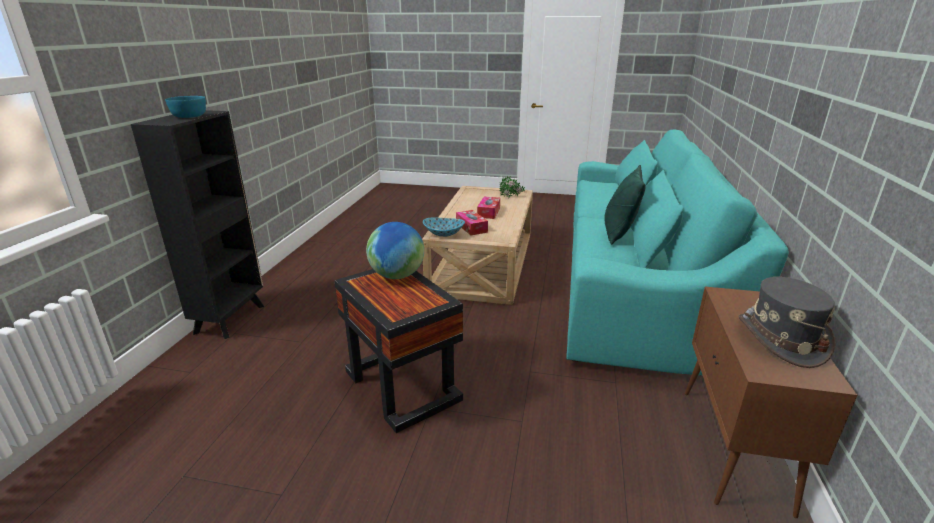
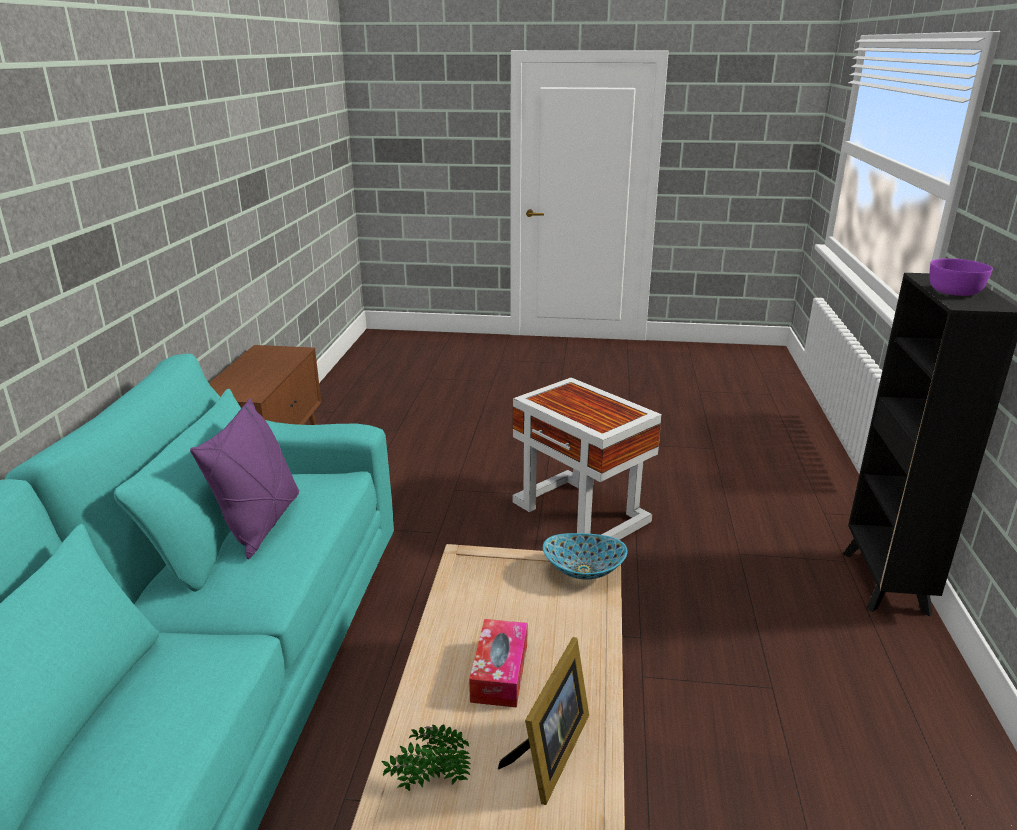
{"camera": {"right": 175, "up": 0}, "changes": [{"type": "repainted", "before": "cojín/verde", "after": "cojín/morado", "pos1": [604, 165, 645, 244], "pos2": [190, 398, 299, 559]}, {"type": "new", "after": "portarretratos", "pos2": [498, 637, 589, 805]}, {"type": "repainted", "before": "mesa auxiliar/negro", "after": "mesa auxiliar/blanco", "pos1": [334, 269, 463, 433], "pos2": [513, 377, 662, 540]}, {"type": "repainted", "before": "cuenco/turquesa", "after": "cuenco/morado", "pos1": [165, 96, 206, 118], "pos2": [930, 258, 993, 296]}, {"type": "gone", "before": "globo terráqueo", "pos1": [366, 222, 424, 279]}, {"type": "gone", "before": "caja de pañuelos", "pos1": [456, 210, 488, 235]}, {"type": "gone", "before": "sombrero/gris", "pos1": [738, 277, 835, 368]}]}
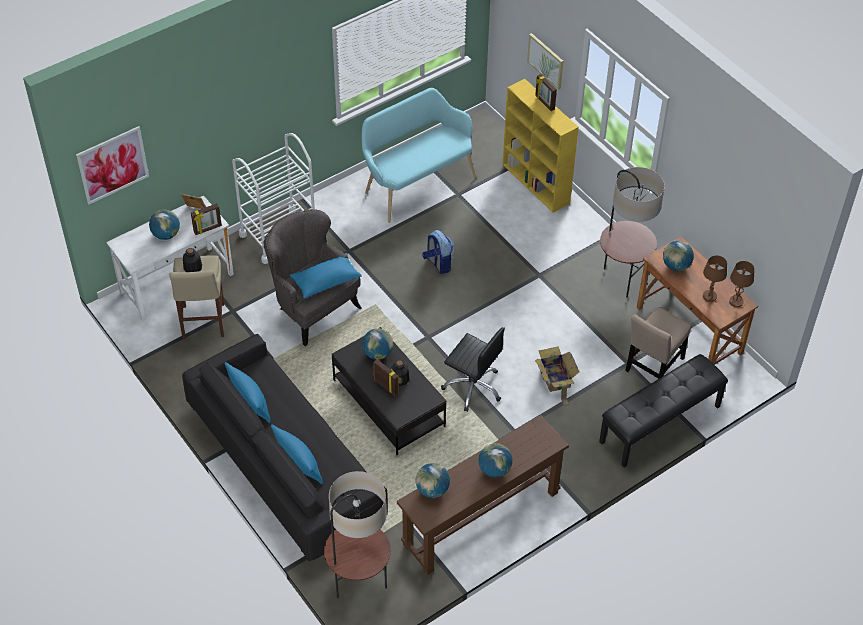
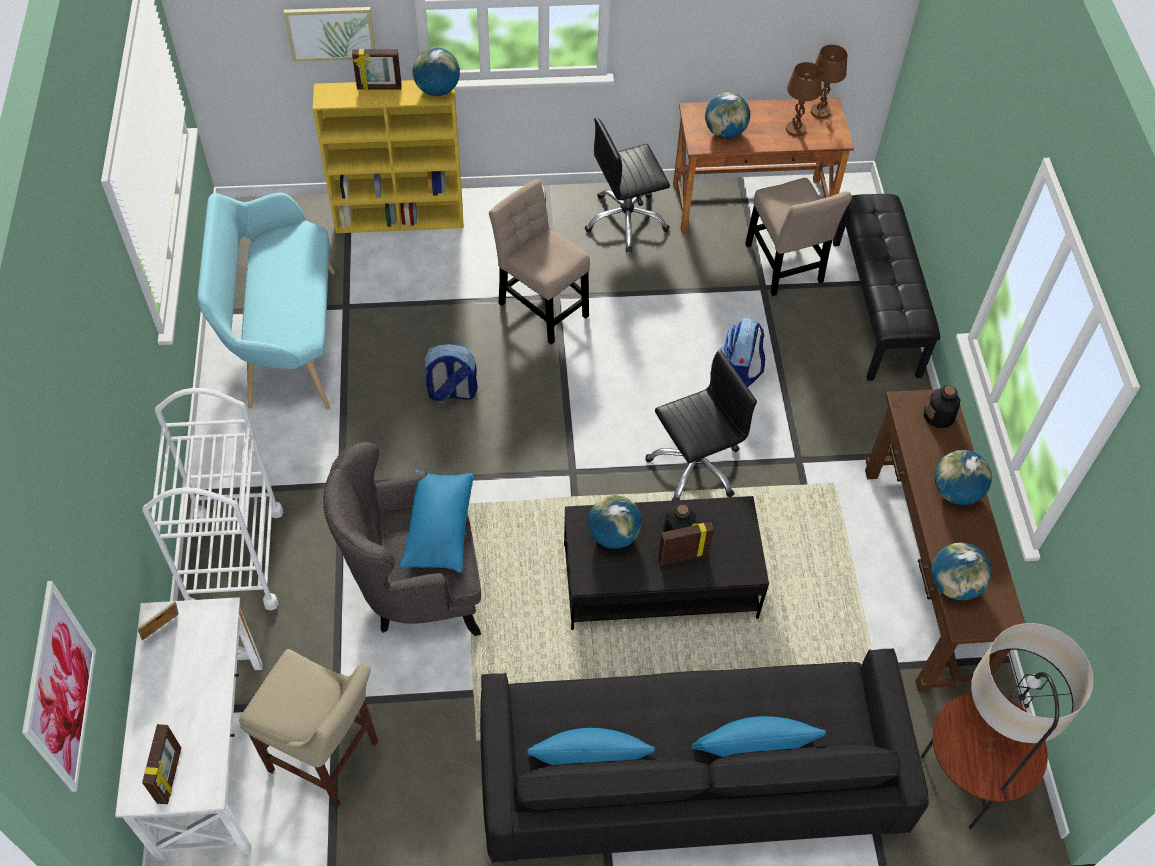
{"camera": {"right": -60, "up": 5}, "changes": [{"type": "shifted", "before": "portarretratos", "pos1": [191, 203, 222, 235], "pos2": [142, 724, 181, 804]}, {"type": "shifted", "before": "globo terráqueo", "pos1": [149, 210, 180, 240], "pos2": [412, 47, 460, 96]}, {"type": "new", "after": "silla/beis", "pos2": [489, 179, 590, 344]}, {"type": "swapped", "before": "lámpara de pie", "after": "silla de oficina/negro", "pos1": [600, 167, 665, 297], "pos2": [585, 118, 670, 252]}, {"type": "swapped", "before": "caja de cartón", "after": "mochila", "pos1": [535, 346, 579, 406], "pos2": [720, 317, 765, 387]}, {"type": "shifted", "before": "botella", "pos1": [183, 248, 202, 272], "pos2": [923, 385, 960, 428]}]}
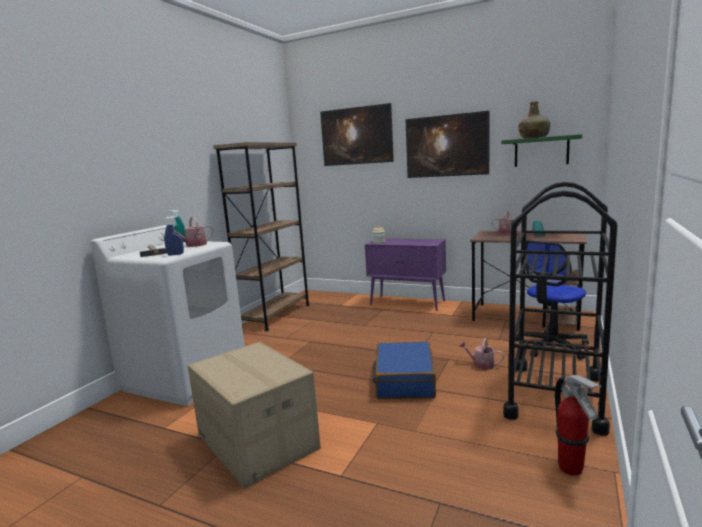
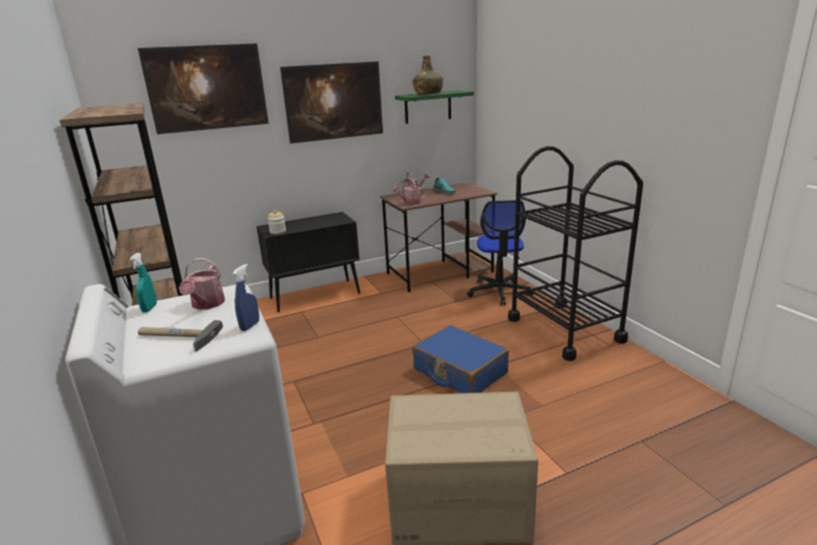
{"camera": {"right": -50, "up": 10}, "changes": [{"type": "repainted", "before": "armario/morado", "after": "armario/negro", "pos1": [365, 238, 446, 311], "pos2": [257, 212, 360, 313]}, {"type": "shifted", "before": "regadera", "pos1": [459, 338, 504, 370], "pos2": [391, 179, 427, 205]}, {"type": "gone", "before": "extintor", "pos1": [555, 375, 602, 476]}]}
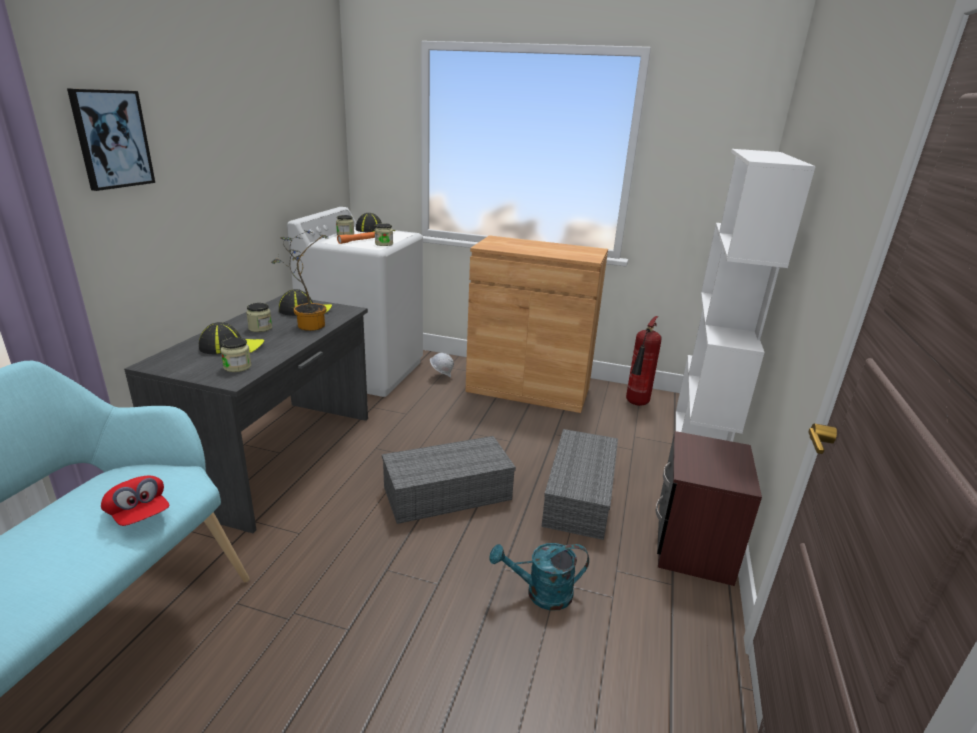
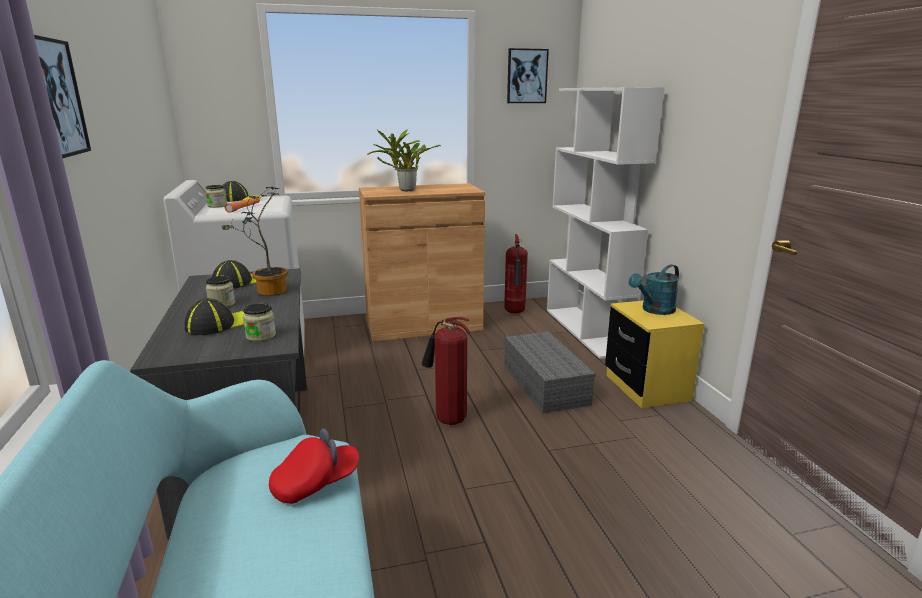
{"camera": {"right": -30, "up": -5}, "changes": [{"type": "rotated", "before": "gorra/rojo", "pos1": [101, 476, 170, 526], "pos2": [269, 428, 359, 504], "turn": -45}, {"type": "new", "after": "planta en maceta", "pos2": [367, 130, 441, 191]}, {"type": "swapped", "before": "caja de almacenaje/gris", "after": "extintor", "pos1": [382, 436, 516, 524], "pos2": [422, 317, 470, 425]}, {"type": "new", "after": "cuadro", "pos2": [507, 48, 549, 103]}, {"type": "repainted", "before": "mesita de noche/marrón", "after": "mesita de noche/amarillo", "pos1": [656, 431, 762, 586], "pos2": [605, 300, 704, 408]}, {"type": "shifted", "before": "regadera/turquesa", "pos1": [489, 543, 589, 610], "pos2": [628, 264, 679, 315]}, {"type": "gone", "before": "tarro", "pos1": [375, 223, 393, 246]}, {"type": "gone", "before": "casco/blanco", "pos1": [430, 353, 454, 378]}]}
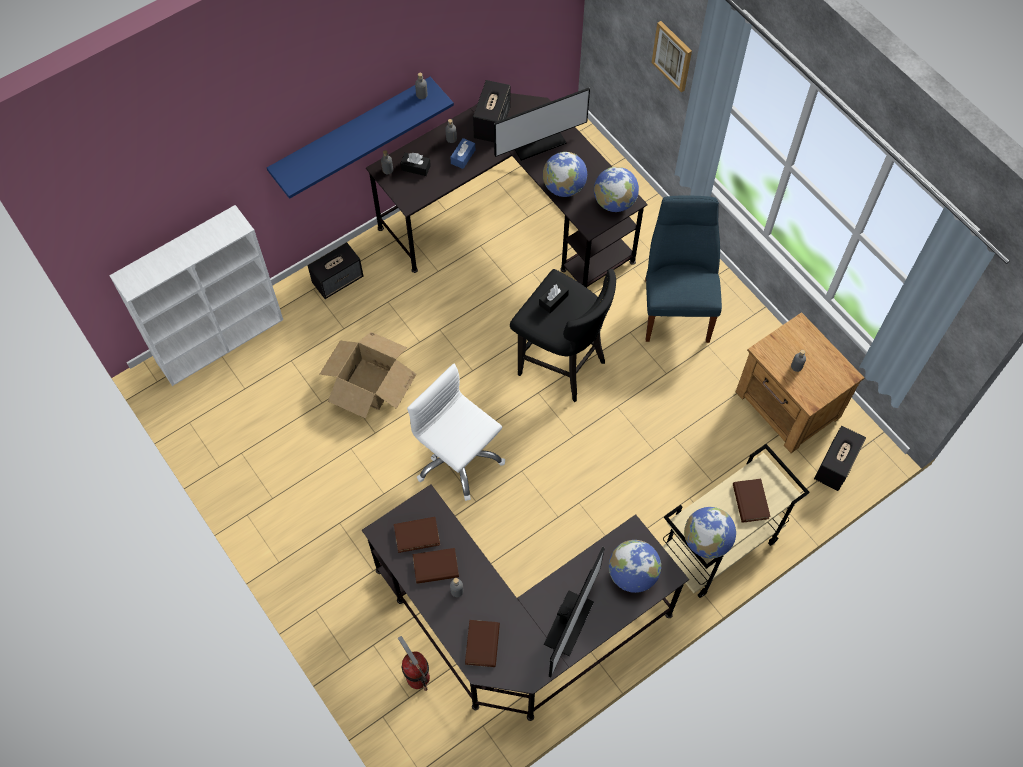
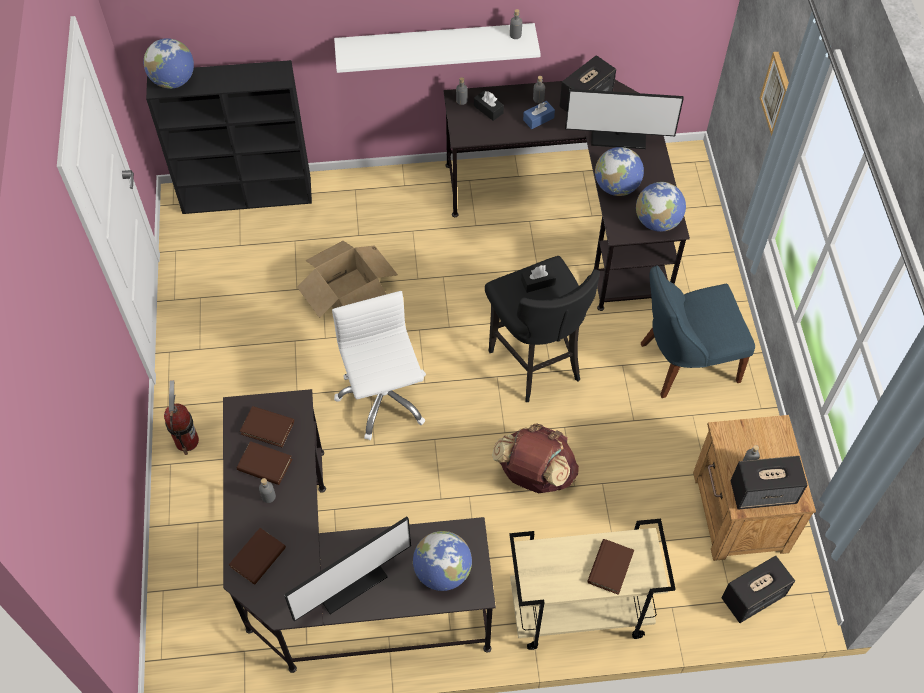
{"camera": {"right": 30, "up": -5}, "changes": [{"type": "shifted", "before": "globo terráqueo", "pos1": [684, 507, 736, 558], "pos2": [144, 38, 194, 89]}, {"type": "repainted", "before": "estantería/blanco", "after": "estantería/negro", "pos1": [109, 205, 283, 386], "pos2": [146, 60, 312, 214]}, {"type": "shifted", "before": "extintor", "pos1": [398, 636, 430, 691], "pos2": [164, 380, 199, 455]}, {"type": "repainted", "before": "estante/azul", "after": "estante/blanco", "pos1": [267, 77, 454, 199], "pos2": [334, 23, 541, 73]}, {"type": "new", "after": "mochila/marrón", "pos2": [492, 423, 579, 493]}, {"type": "rotated", "before": "silla/azul", "pos1": [645, 195, 722, 343], "pos2": [641, 265, 755, 398], "turn": -135}, {"type": "shifted", "before": "altavoz", "pos1": [308, 242, 363, 299], "pos2": [730, 456, 807, 510]}]}
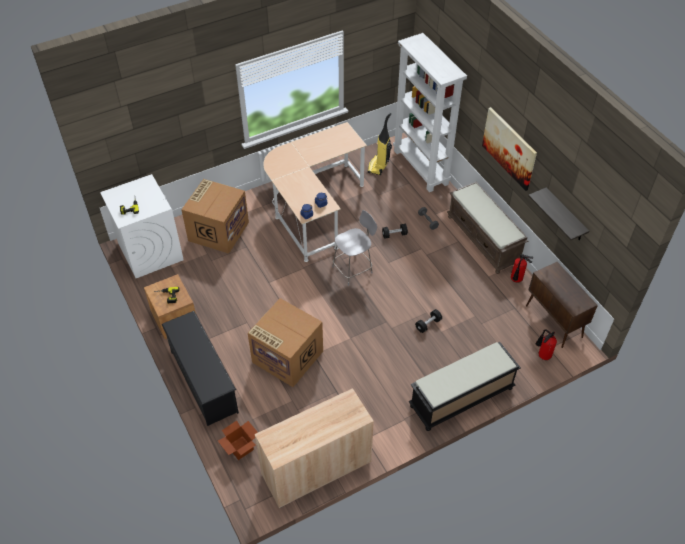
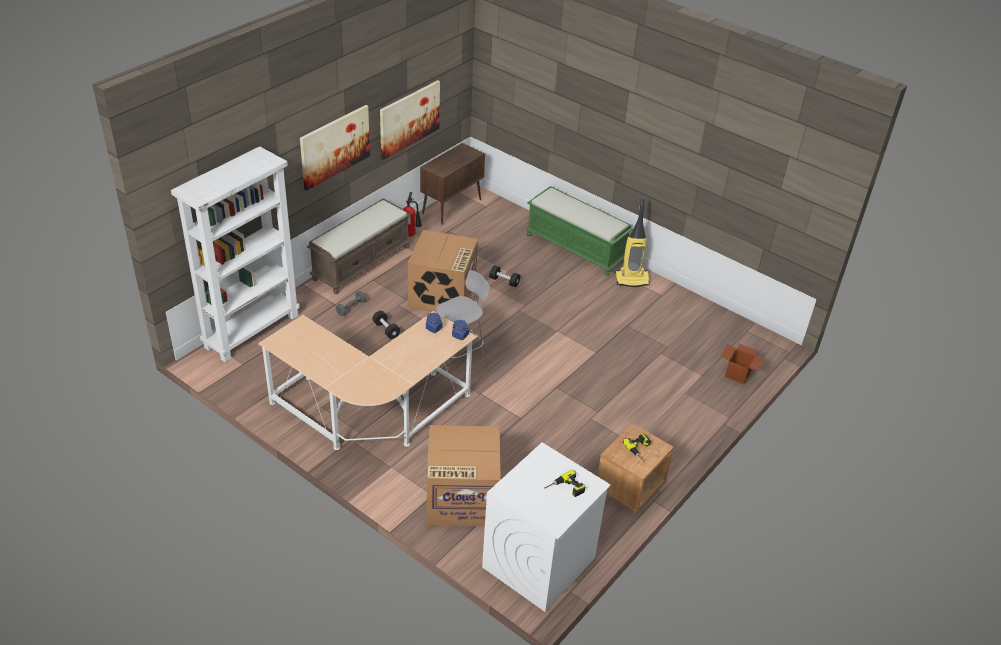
{"camera": {"right": -115, "up": -10}, "changes": [{"type": "swapped", "before": "estante", "after": "cuadro", "pos1": [528, 187, 590, 240], "pos2": [380, 80, 440, 160]}, {"type": "shifted", "before": "caja de cartón", "pos1": [248, 298, 323, 387], "pos2": [408, 230, 478, 313]}, {"type": "rotated", "before": "silla/gris", "pos1": [332, 210, 377, 286], "pos2": [436, 270, 490, 370], "turn": 105}, {"type": "repainted", "before": "banco/negro", "after": "banco/verde", "pos1": [408, 342, 521, 431], "pos2": [525, 186, 633, 276]}, {"type": "shifted", "before": "aspiradora", "pos1": [367, 113, 392, 175], "pos2": [615, 198, 650, 287]}, {"type": "gone", "before": "zapatero/negro", "pos1": [161, 311, 239, 426]}, {"type": "gone", "before": "armario/beis", "pos1": [255, 388, 374, 508]}, {"type": "gone", "before": "extintor", "pos1": [536, 329, 557, 360]}]}
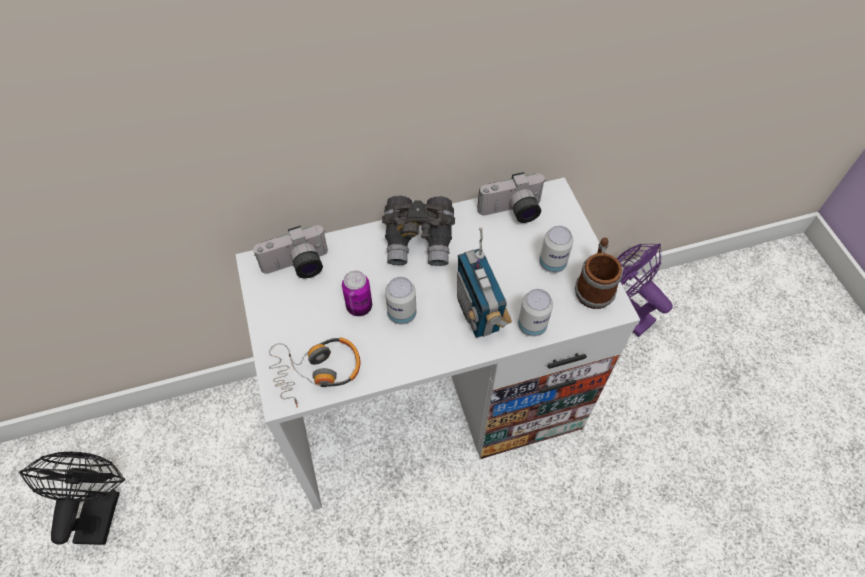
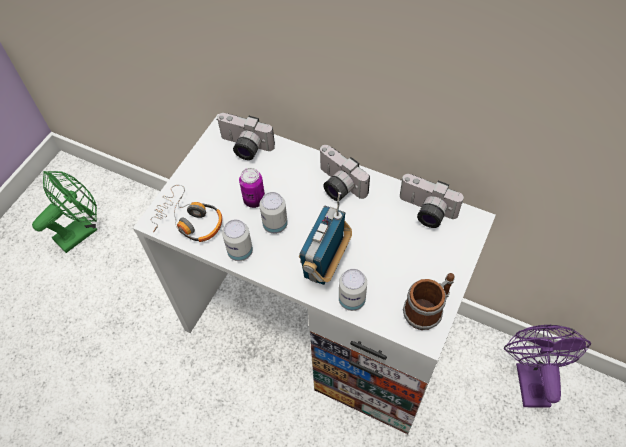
{"camera": {"right": 45, "up": 0}, "changes": [{"type": "repainted", "before": "ventilador/negro", "after": "ventilador/verde", "pos1": [19, 452, 125, 545], "pos2": [32, 171, 97, 253]}, {"type": "shifted", "before": "lata", "pos1": [539, 226, 573, 273], "pos2": [222, 219, 253, 261]}, {"type": "swapped", "before": "prismáticos/gris", "after": "cámara", "pos1": [382, 196, 455, 266], "pos2": [319, 145, 370, 201]}]}
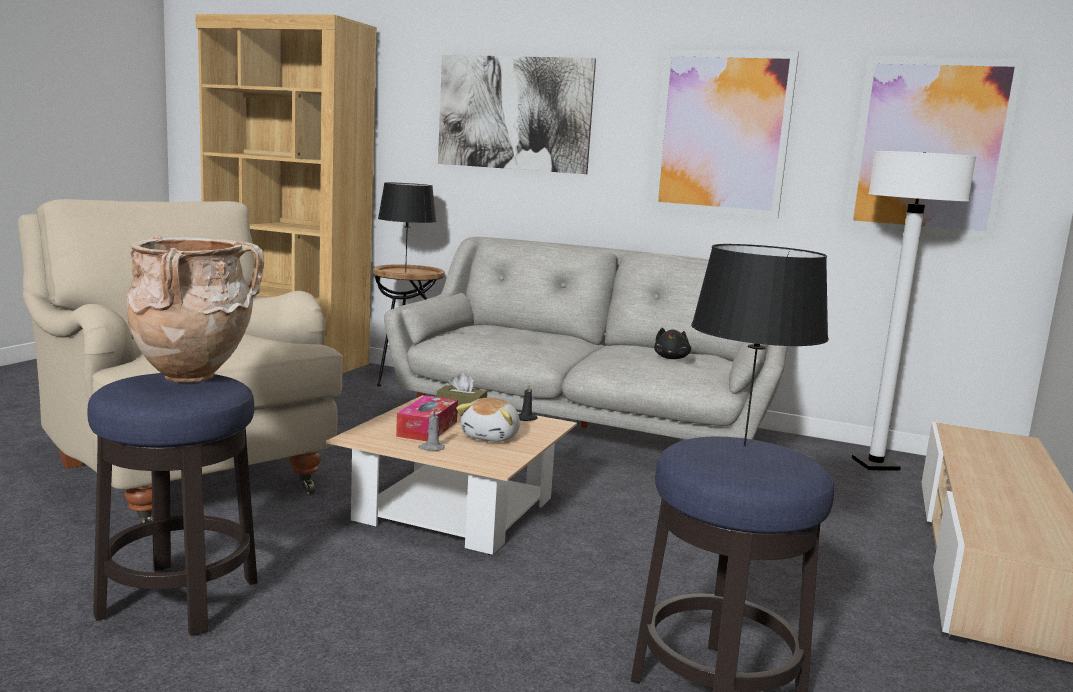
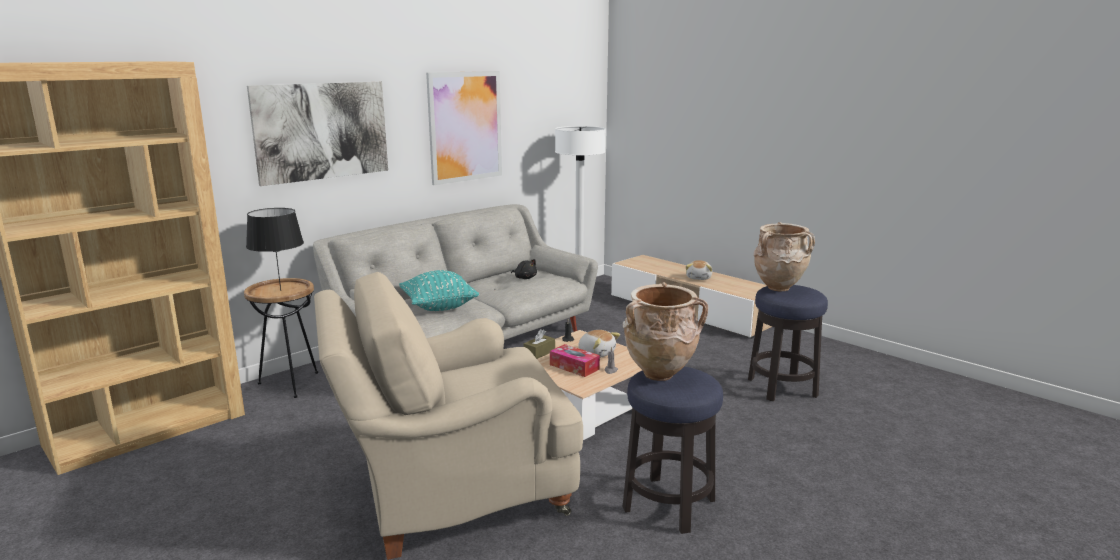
{"camera": {"right": -65, "up": 5}, "changes": [{"type": "new", "after": "cojín/turquesa", "pos2": [399, 270, 479, 311]}, {"type": "new", "after": "peluche", "pos2": [686, 260, 712, 280]}, {"type": "swapped", "before": "lámpara de mesa/negro", "after": "florero/beis", "pos1": [691, 244, 829, 447], "pos2": [754, 222, 815, 291]}, {"type": "gone", "before": "cuadro", "pos1": [845, 56, 1025, 240]}]}
